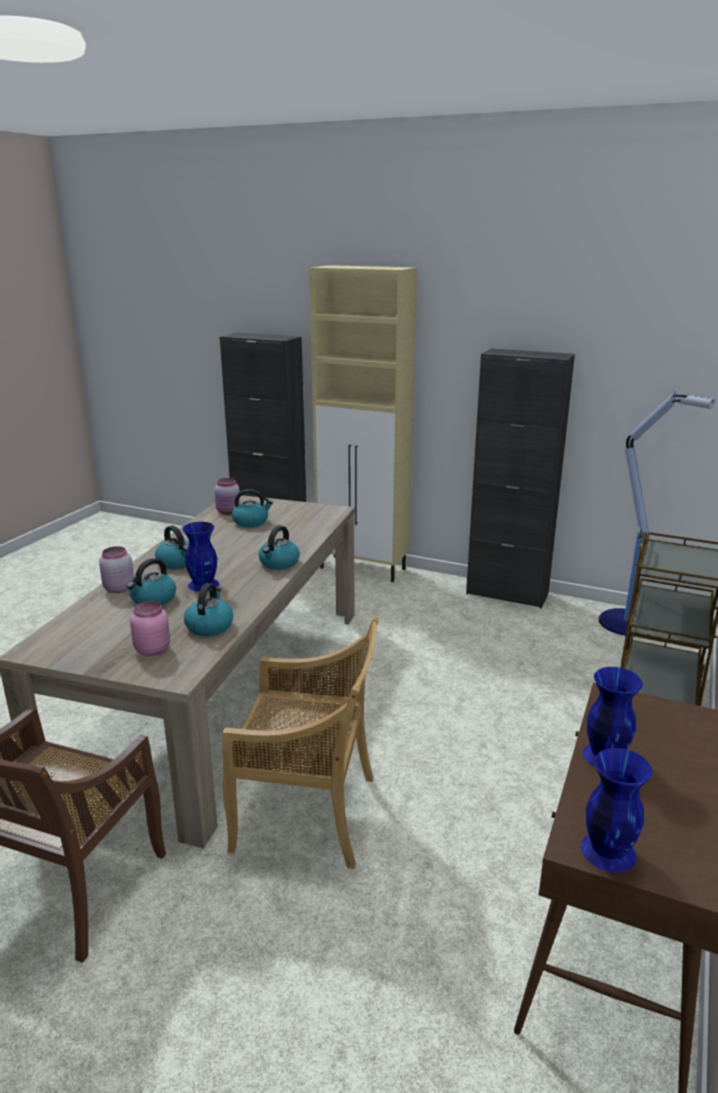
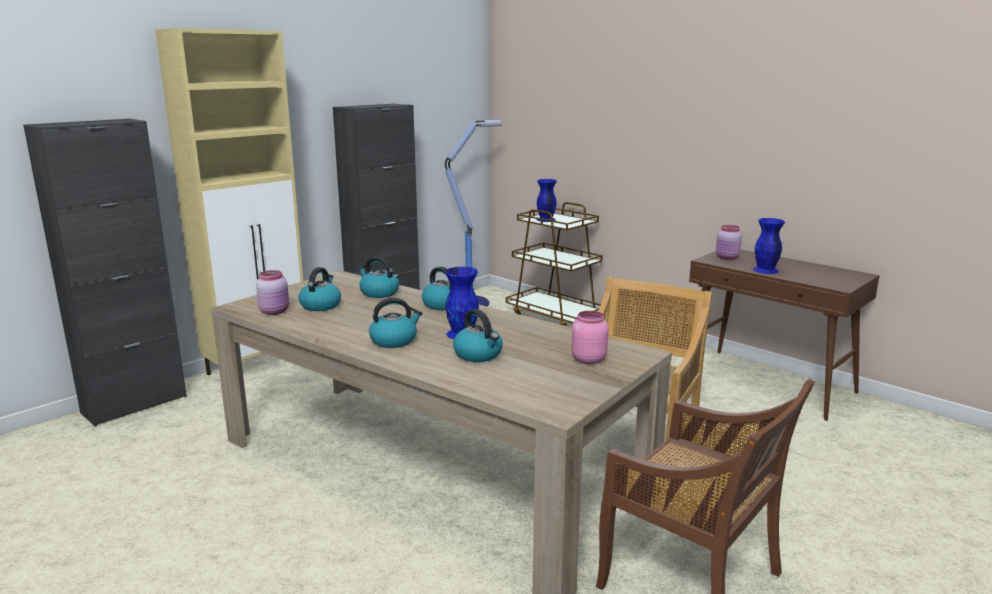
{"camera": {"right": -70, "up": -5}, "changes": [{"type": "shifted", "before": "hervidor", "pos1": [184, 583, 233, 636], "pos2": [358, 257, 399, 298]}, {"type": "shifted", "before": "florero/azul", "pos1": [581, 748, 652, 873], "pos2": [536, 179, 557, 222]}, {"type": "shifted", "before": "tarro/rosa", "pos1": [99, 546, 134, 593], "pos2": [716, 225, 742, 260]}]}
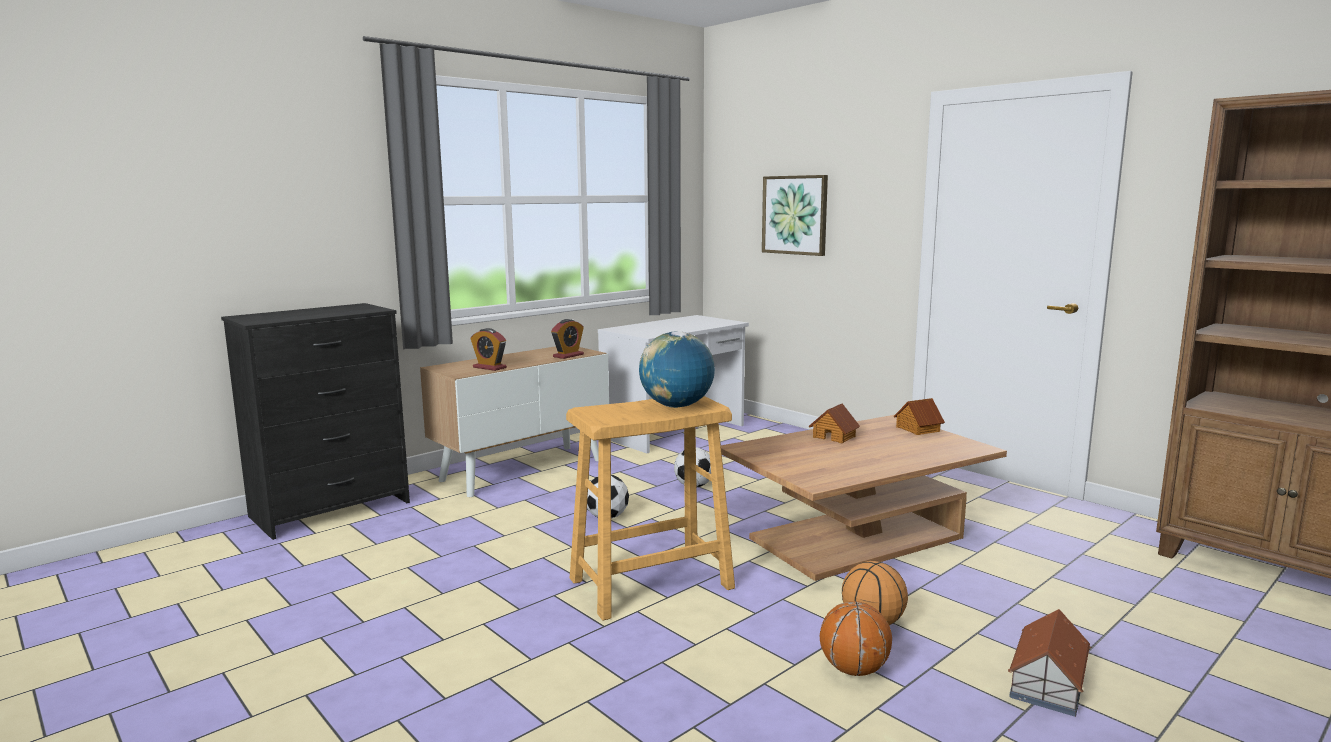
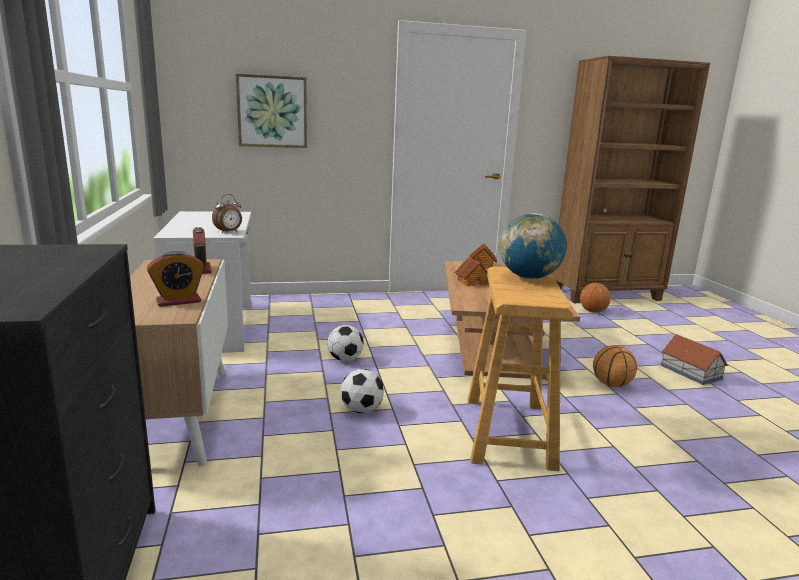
{"camera": {"right": -60, "up": 5}, "changes": [{"type": "new", "after": "despertador", "pos2": [212, 194, 242, 233]}, {"type": "shifted", "before": "balón de baloncesto", "pos1": [820, 601, 892, 676], "pos2": [580, 283, 611, 313]}]}
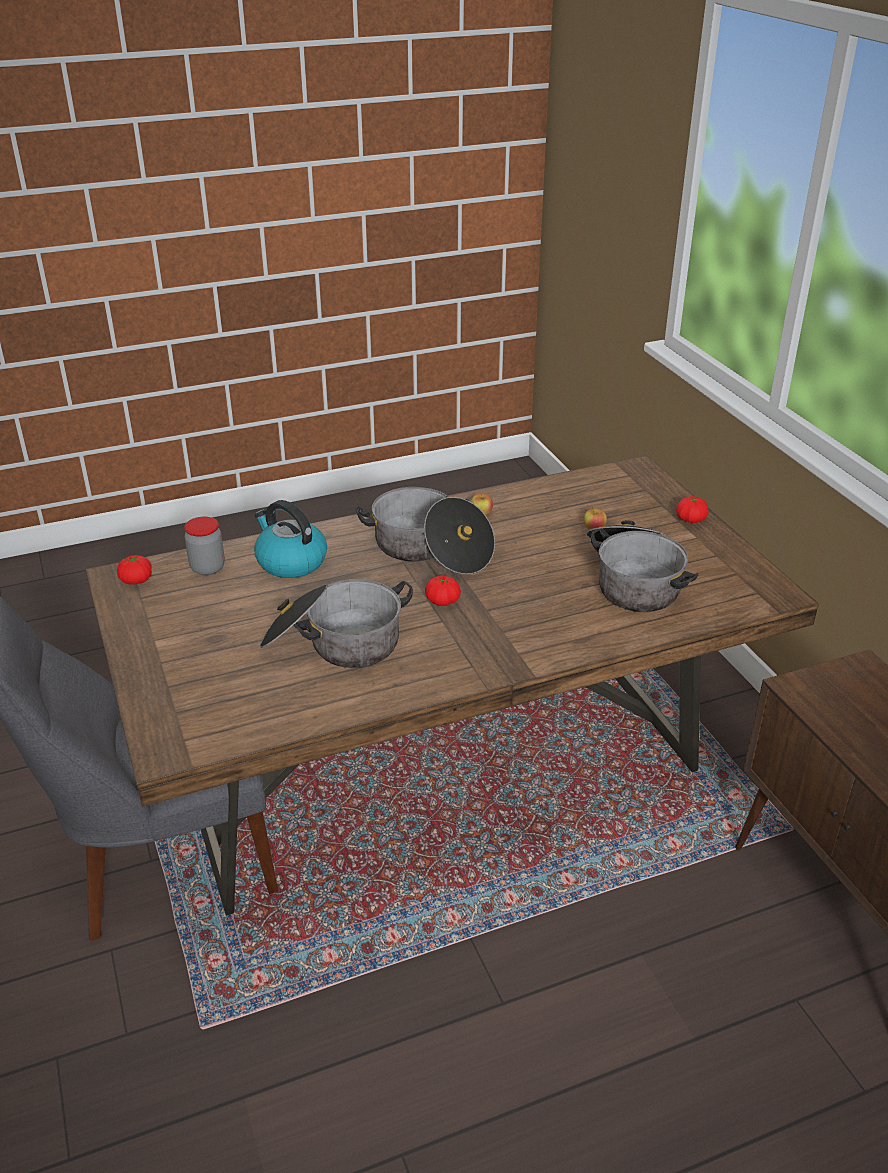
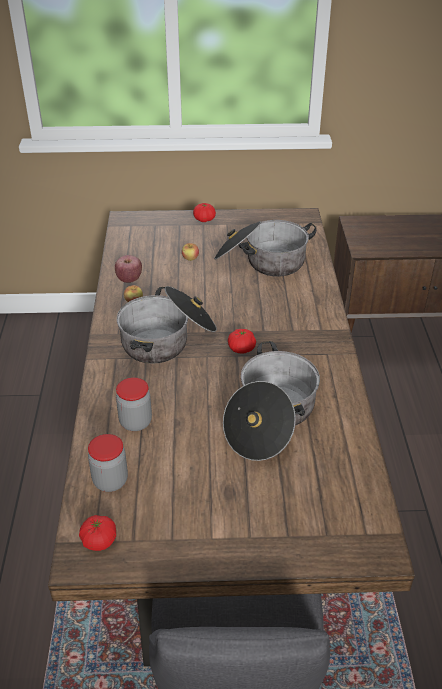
{"camera": {"right": -70, "up": 5}, "changes": [{"type": "new", "after": "manzana", "pos2": [115, 255, 142, 283]}, {"type": "swapped", "before": "hervidor", "after": "tarro", "pos1": [254, 500, 327, 578], "pos2": [116, 377, 152, 431]}]}
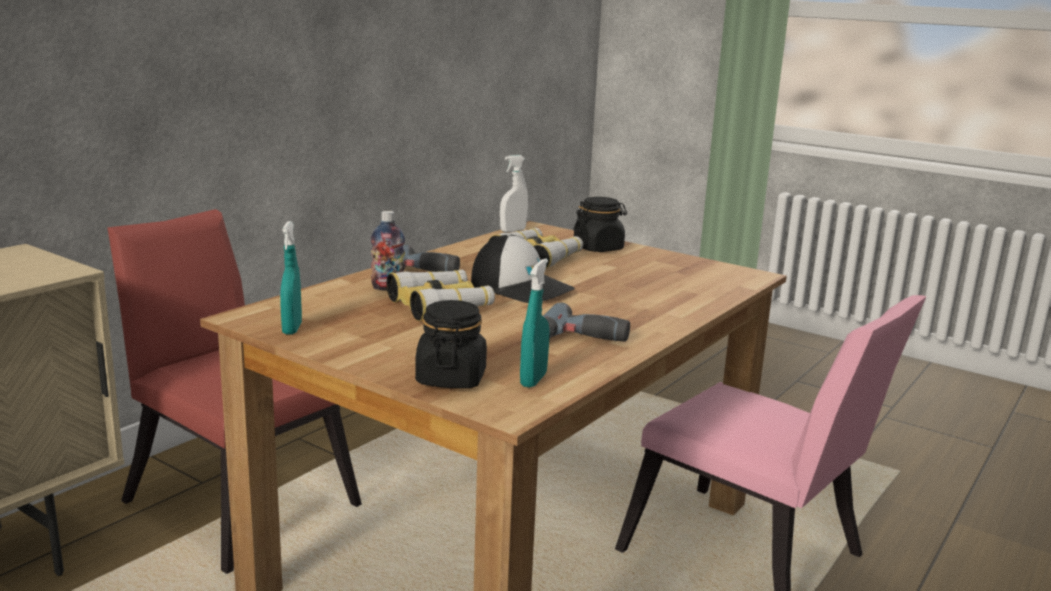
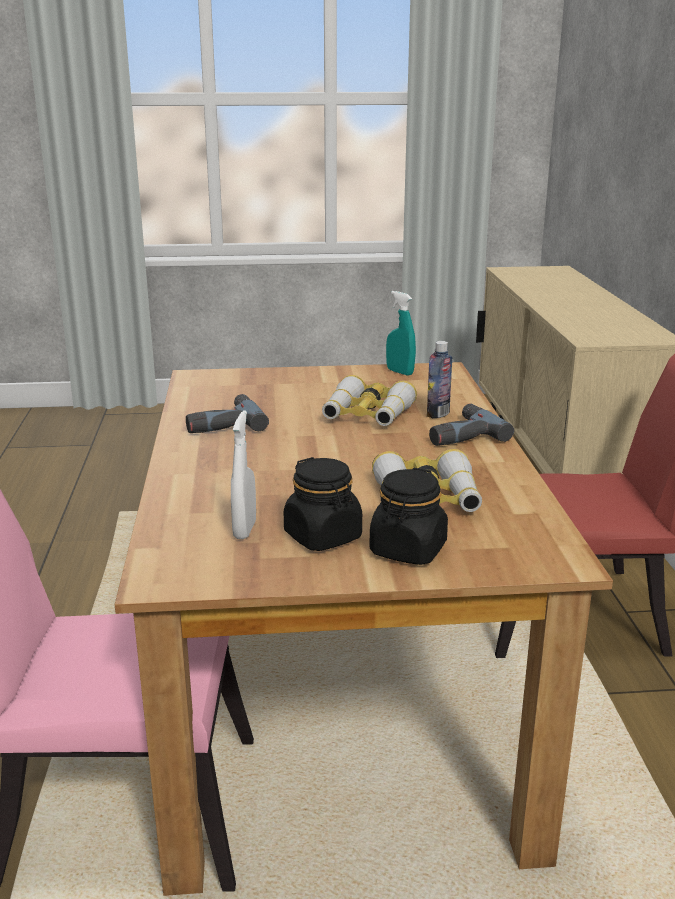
{"camera": {"right": 140, "up": 5}, "changes": [{"type": "shifted", "before": "pulverizador/blanco", "pos1": [500, 155, 528, 232], "pos2": [231, 410, 256, 539]}, {"type": "shifted", "before": "tarro/negro", "pos1": [415, 300, 487, 389], "pos2": [284, 457, 362, 551]}, {"type": "gone", "before": "gorra", "pos1": [471, 235, 575, 303]}, {"type": "gone", "before": "pulverizador/turquesa", "pos1": [520, 259, 549, 388]}]}
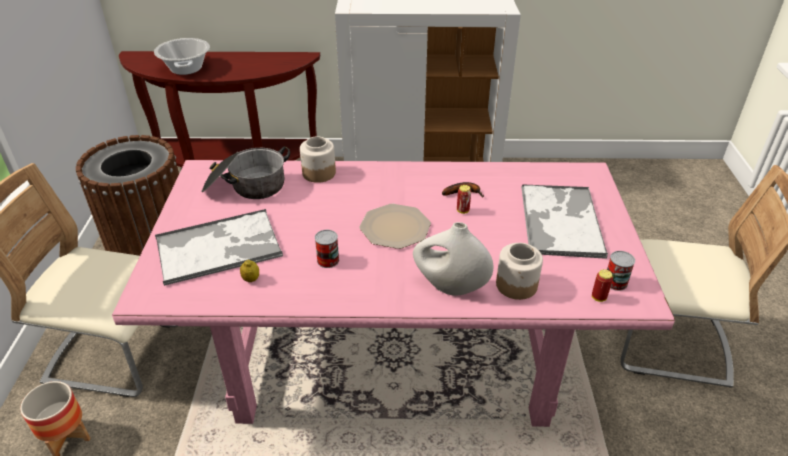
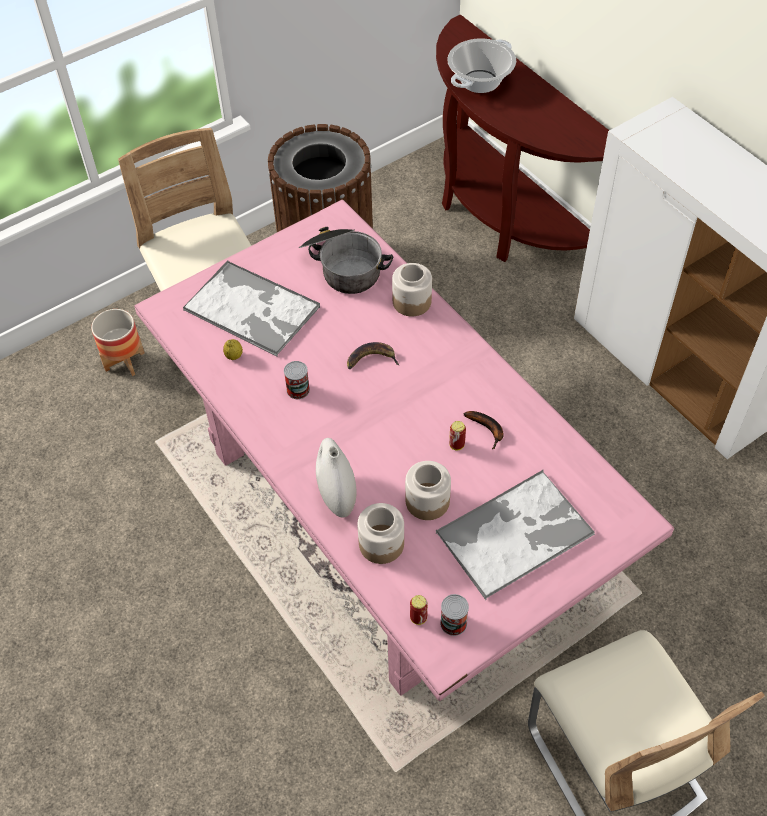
{"camera": {"right": 55, "up": 15}, "changes": [{"type": "new", "after": "plátano", "pos2": [347, 342, 399, 369]}, {"type": "new", "after": "tarro", "pos2": [405, 461, 451, 520]}, {"type": "gone", "before": "plato", "pos1": [360, 204, 431, 249]}]}
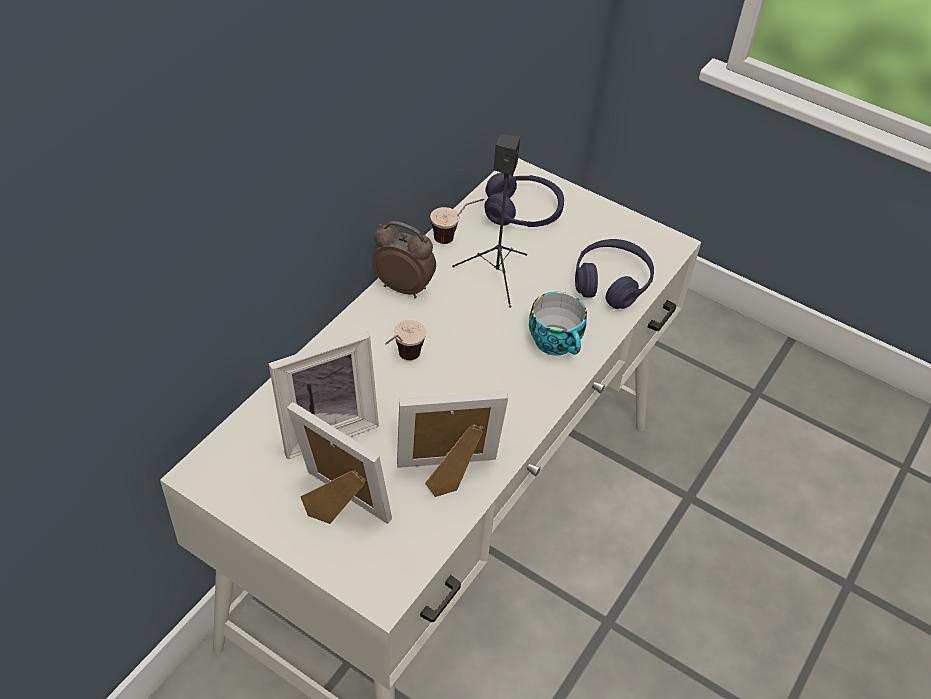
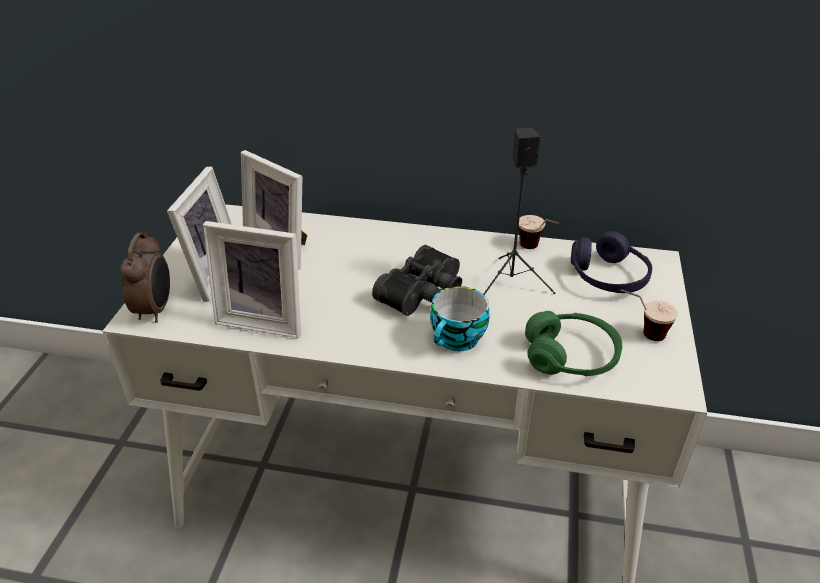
{"camera": {"right": 70, "up": -10}, "changes": [{"type": "shifted", "before": "despertador", "pos1": [372, 221, 436, 298], "pos2": [120, 232, 170, 322]}, {"type": "rotated", "before": "portarretratos", "pos1": [397, 391, 508, 497], "pos2": [203, 221, 301, 338], "turn": 135}, {"type": "new", "after": "prismáticos/negro", "pos2": [372, 245, 462, 316]}, {"type": "repainted", "before": "auriculares/morado", "after": "auriculares/verde", "pos1": [575, 239, 654, 309], "pos2": [525, 311, 622, 376]}, {"type": "shifted", "before": "taza", "pos1": [385, 320, 426, 360], "pos2": [621, 289, 678, 341]}]}
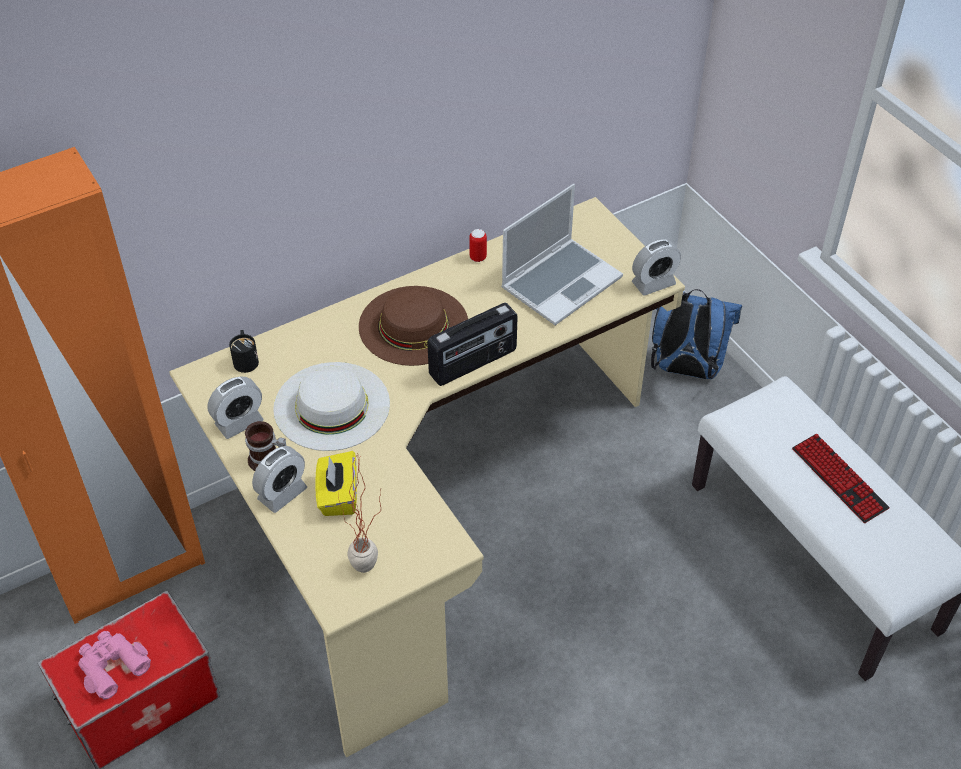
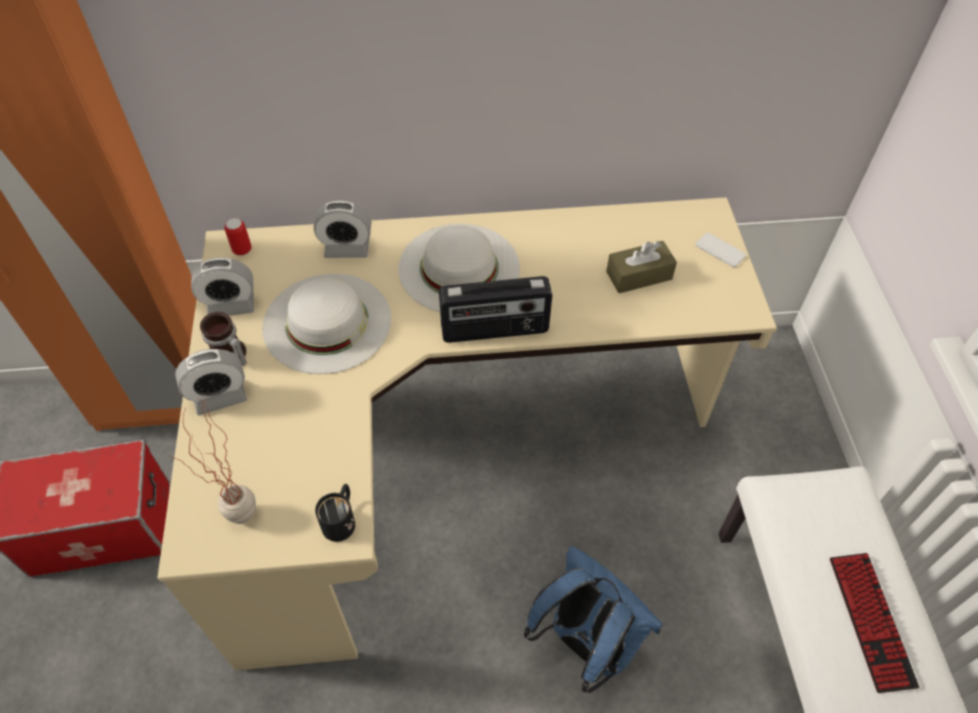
{"camera": {"right": 25, "up": 5}, "changes": [{"type": "shifted", "before": "lata", "pos1": [469, 229, 487, 262], "pos2": [225, 218, 252, 256]}, {"type": "shifted", "before": "despertador", "pos1": [632, 239, 681, 296], "pos2": [314, 201, 371, 258]}, {"type": "shifted", "before": "taza grande/negro", "pos1": [229, 330, 259, 373], "pos2": [315, 484, 355, 542]}, {"type": "repainted", "before": "sombrero/marrón", "after": "sombrero/blanco", "pos1": [359, 286, 468, 366], "pos2": [398, 224, 520, 312]}, {"type": "shifted", "before": "mochila/azul", "pos1": [651, 289, 742, 379], "pos2": [524, 546, 663, 693]}, {"type": "swapped", "before": "portátil", "after": "caja de pañuelos/marrón", "pos1": [501, 184, 623, 325], "pos2": [606, 241, 677, 293]}, {"type": "new", "after": "móvil", "pos2": [695, 233, 746, 267]}, {"type": "gone", "before": "prismáticos/rosa", "pos1": [78, 631, 151, 700]}, {"type": "gone", "before": "caja de pañuelos/amarillo", "pos1": [315, 451, 357, 516]}]}
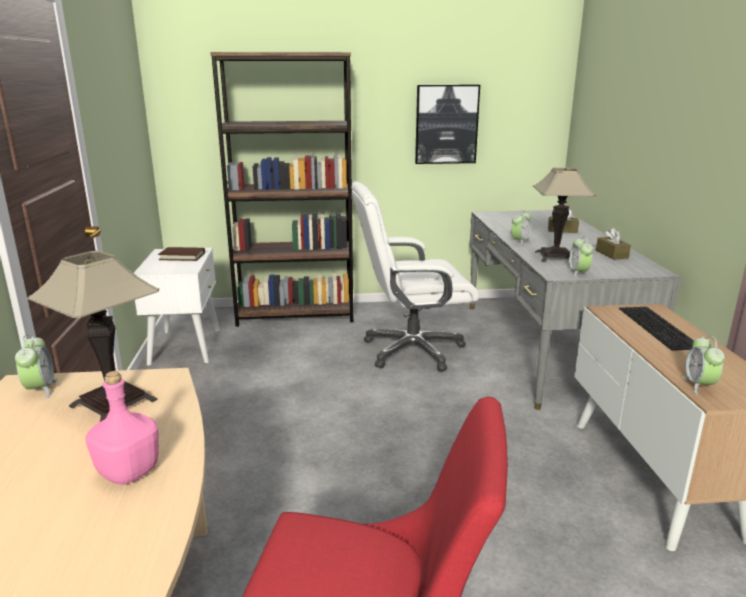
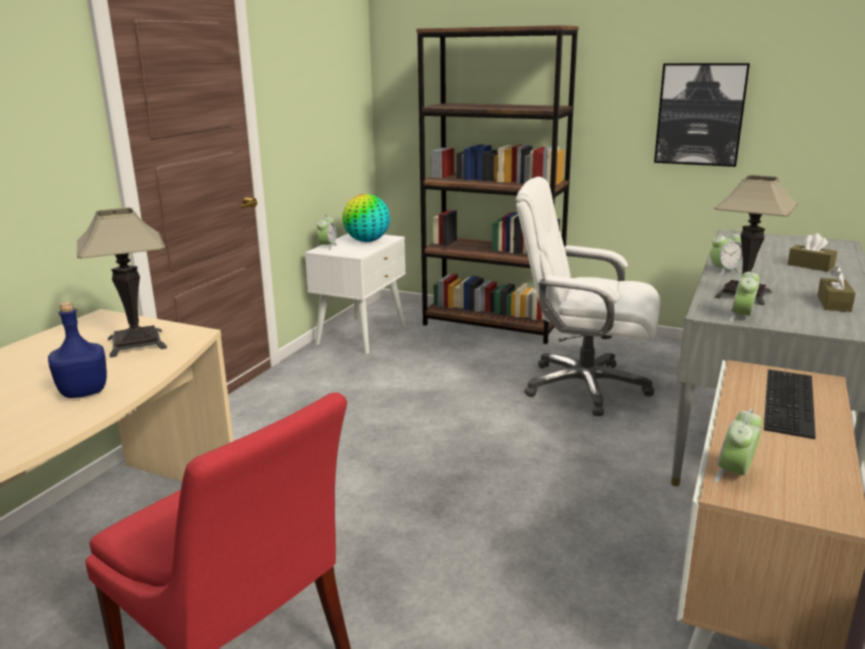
{"camera": {"right": 30, "up": 0}, "changes": [{"type": "repainted", "before": "botella/rosa", "after": "botella/azul", "pos1": [85, 371, 159, 484], "pos2": [48, 302, 107, 398]}, {"type": "shifted", "before": "despertador", "pos1": [15, 335, 57, 398], "pos2": [317, 215, 338, 250]}, {"type": "swapped", "before": "libro/marrón", "after": "globo terráqueo", "pos1": [158, 247, 205, 261], "pos2": [342, 194, 390, 242]}]}
